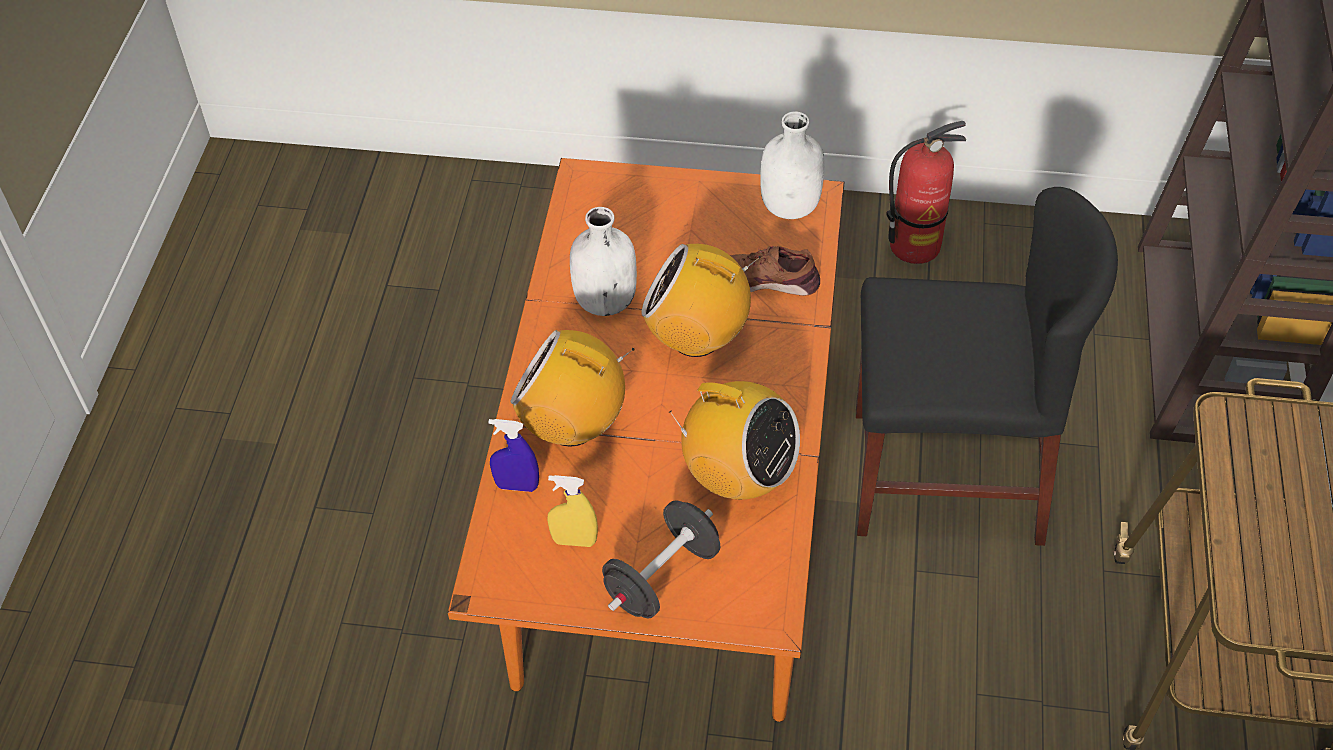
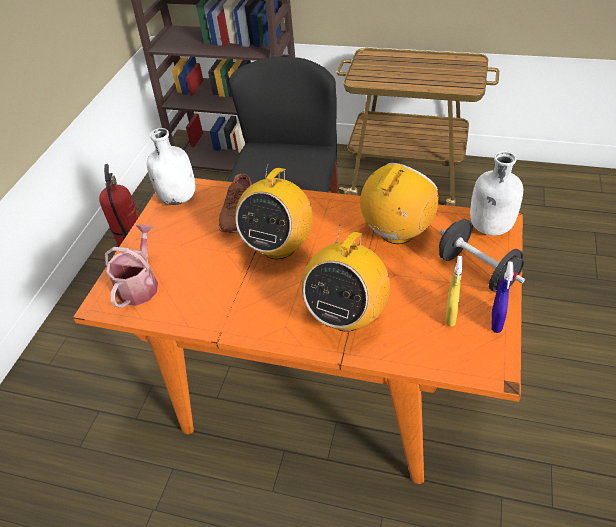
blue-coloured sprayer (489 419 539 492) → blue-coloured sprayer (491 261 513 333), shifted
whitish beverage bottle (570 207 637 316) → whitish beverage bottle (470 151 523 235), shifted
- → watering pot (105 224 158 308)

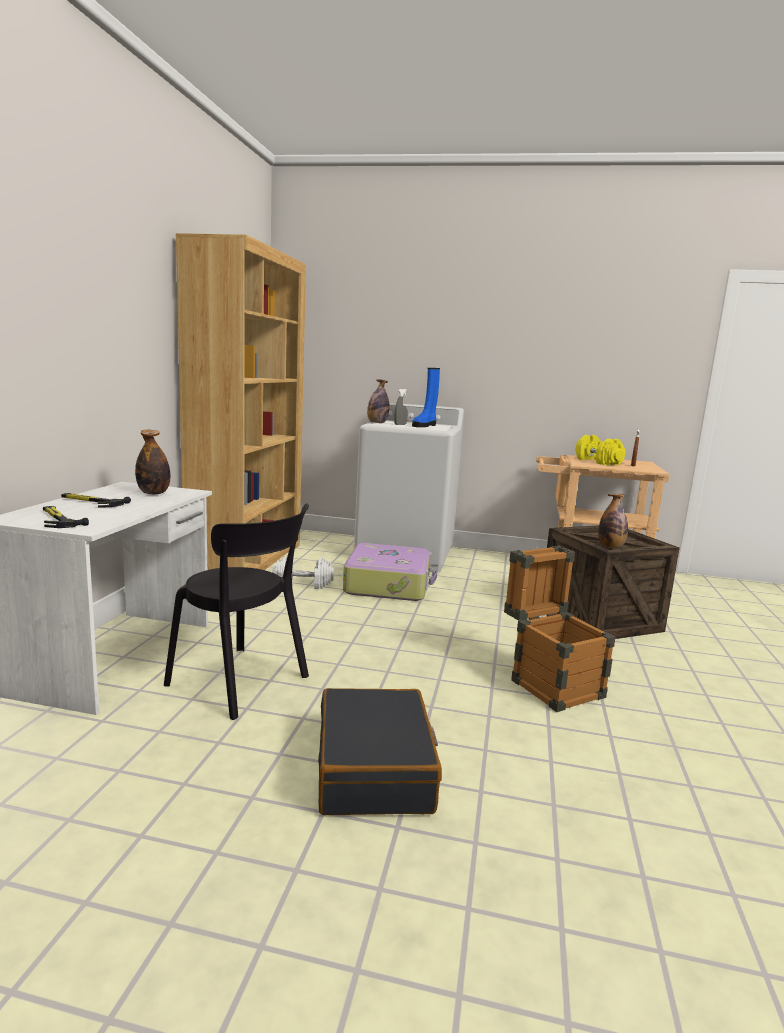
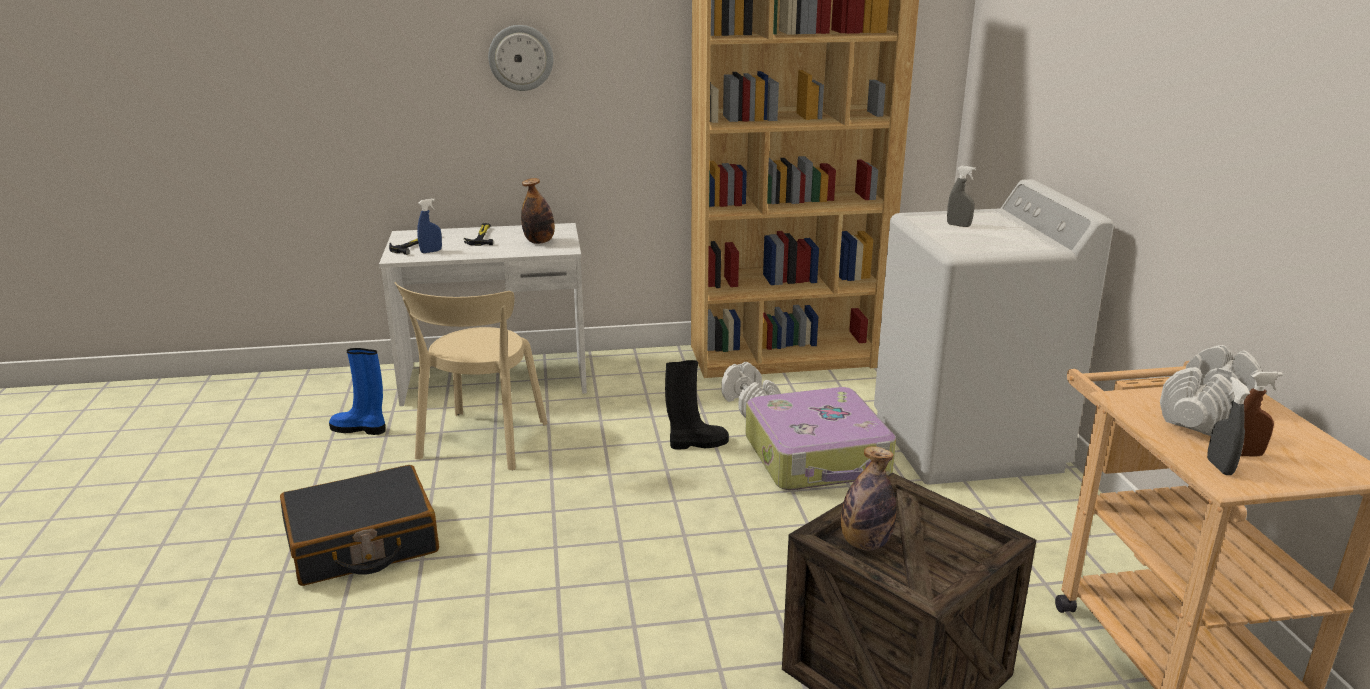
blackish upright chair (164 503 309 720) → sand-coloured upright chair (394 282 548 470)
beverage bottle (367 379 389 423) → -
blue-coloured tall boot (412 368 440 427) → blue-coloured tall boot (329 348 386 435), shifted
packing crate (504 546 616 712) → -
yellow free weight (576 435 625 465) → whitish free weight (1160 345 1262 436)
- → blue-coloured sprayer (417 199 442 253)
- → clock on the wall (488 25 553 91)
- → blackish tall boot (665 360 729 450)
- → gray sprayer (1207 377 1250 475)

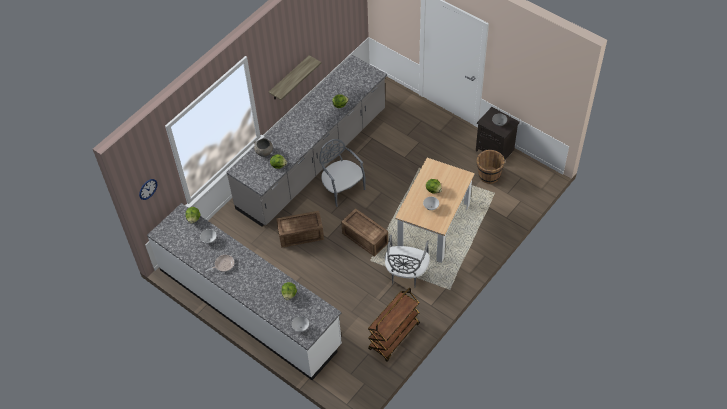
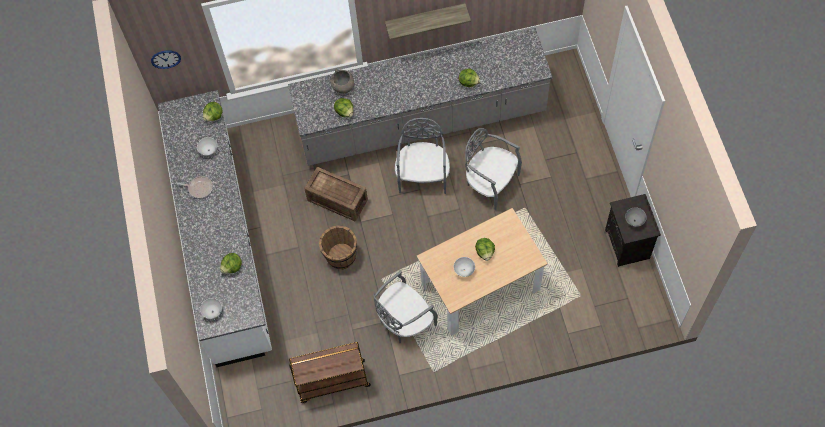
packing crate (341 208 388 257) → -
brown bucket (477 150 505 184) → brown bucket (319 225 357 270), shifted
- → gray upright chair (465 128 522 210)

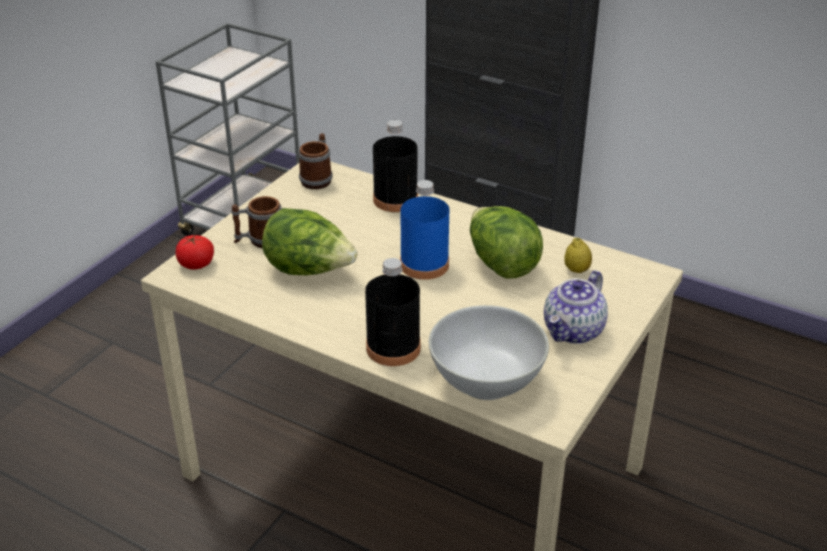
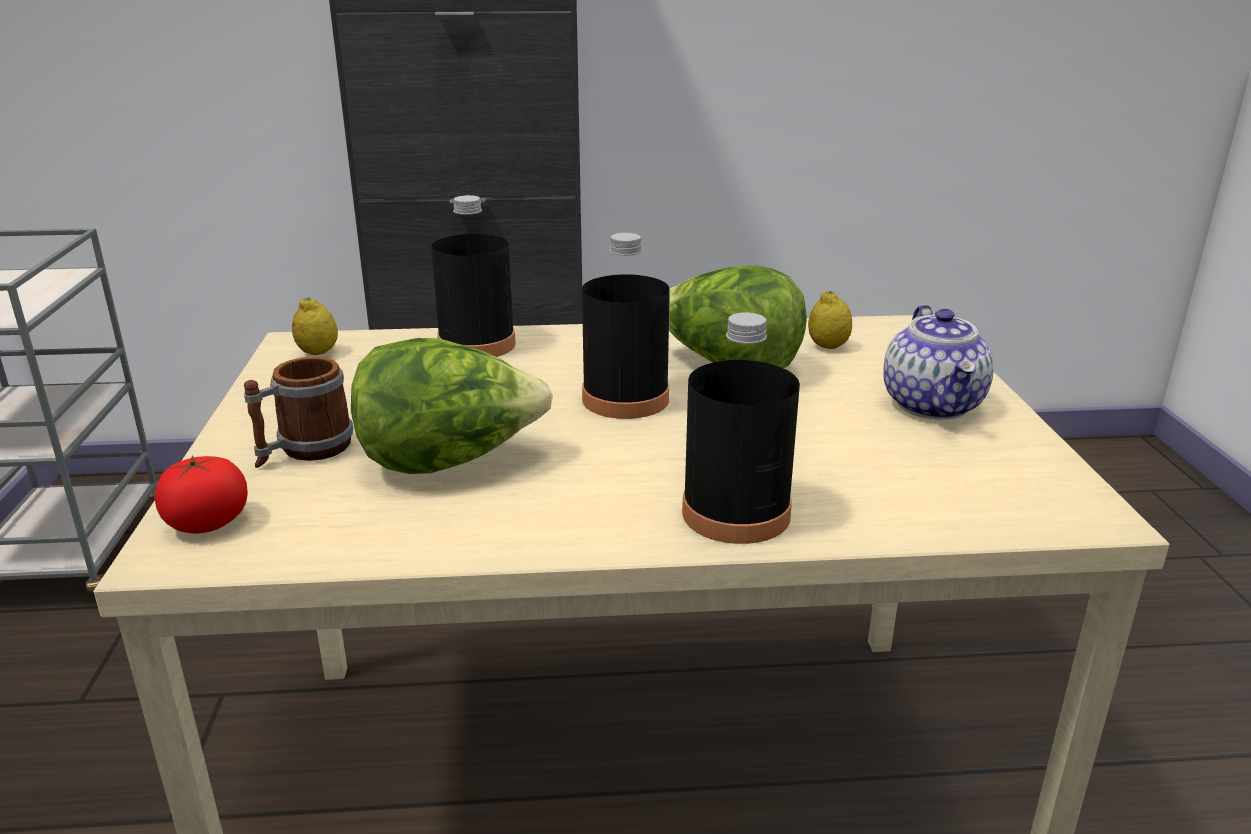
tea mug (298 133 333 189) → whole lemon (292 297 338 355)
blue-coloured beverage bottle (400 180 449 280) → blackish beverage bottle (582 233 670 419)
whitish bowl (429 305 549 400) → -

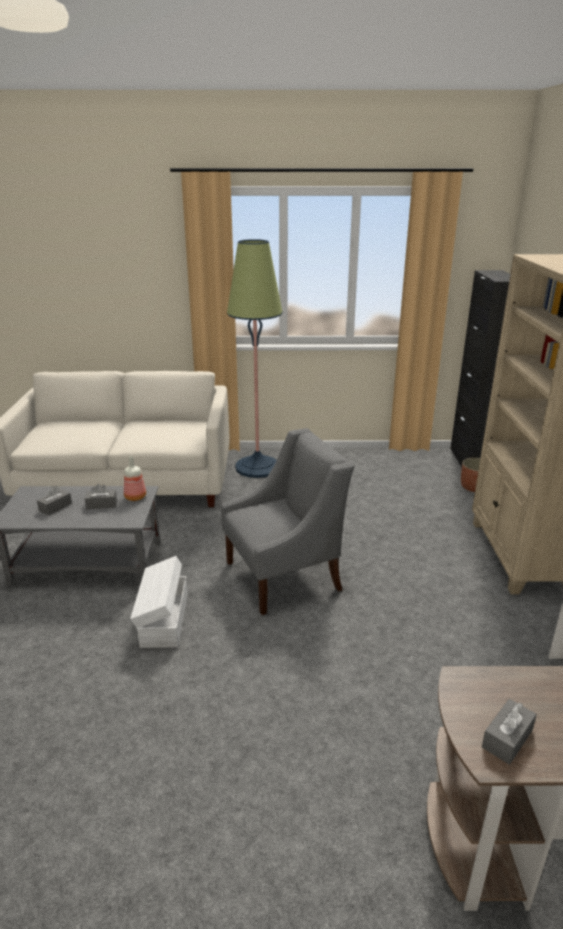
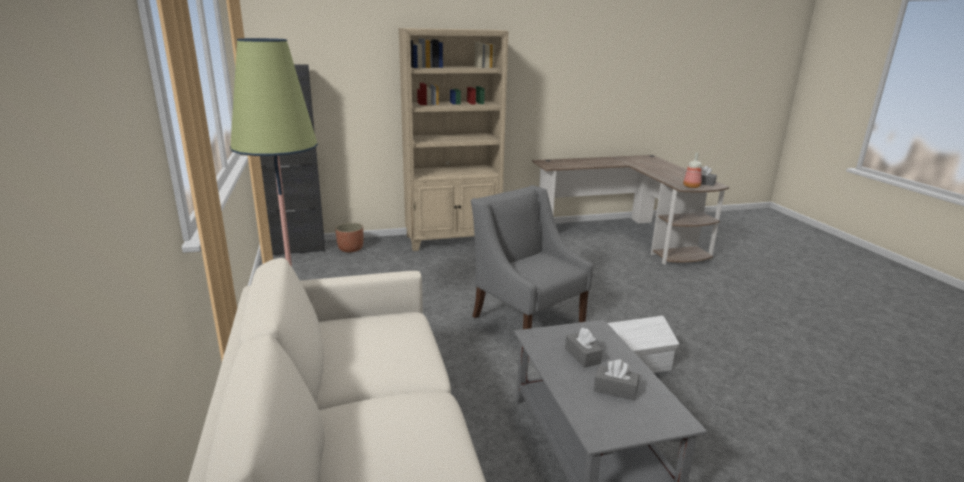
beverage bottle (124 456 146 501) → beverage bottle (683 152 702 188), shifted

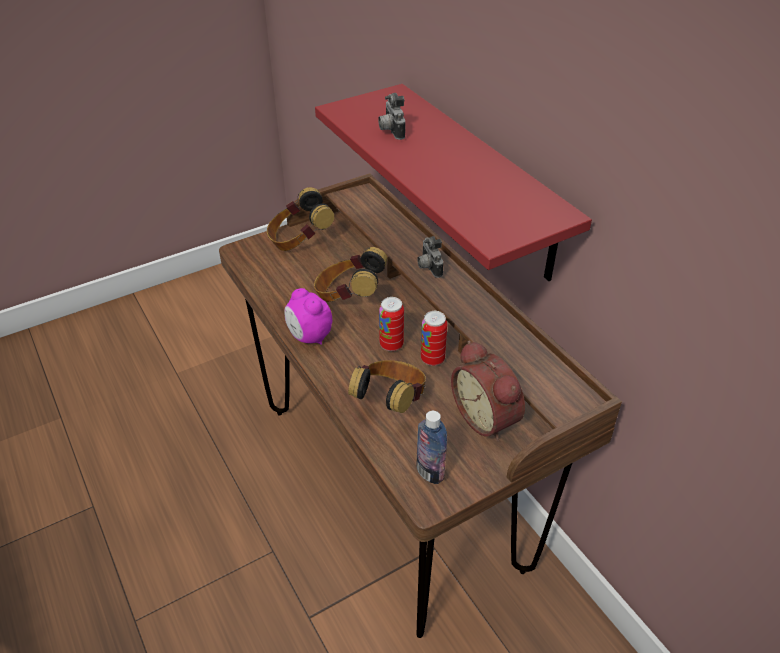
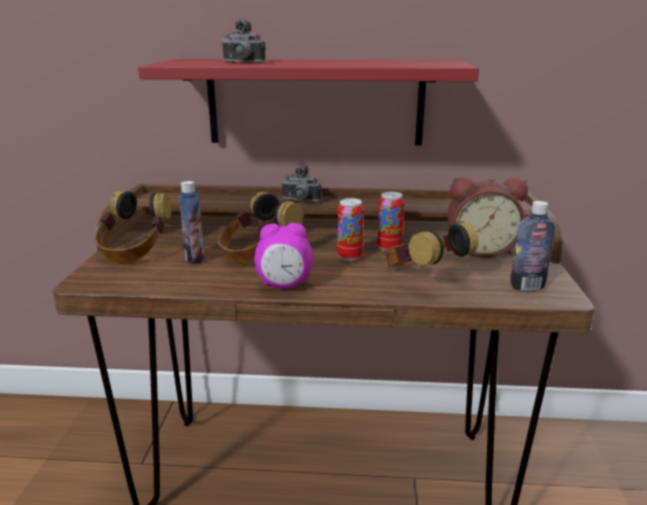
- → beverage bottle (179 181 205 264)

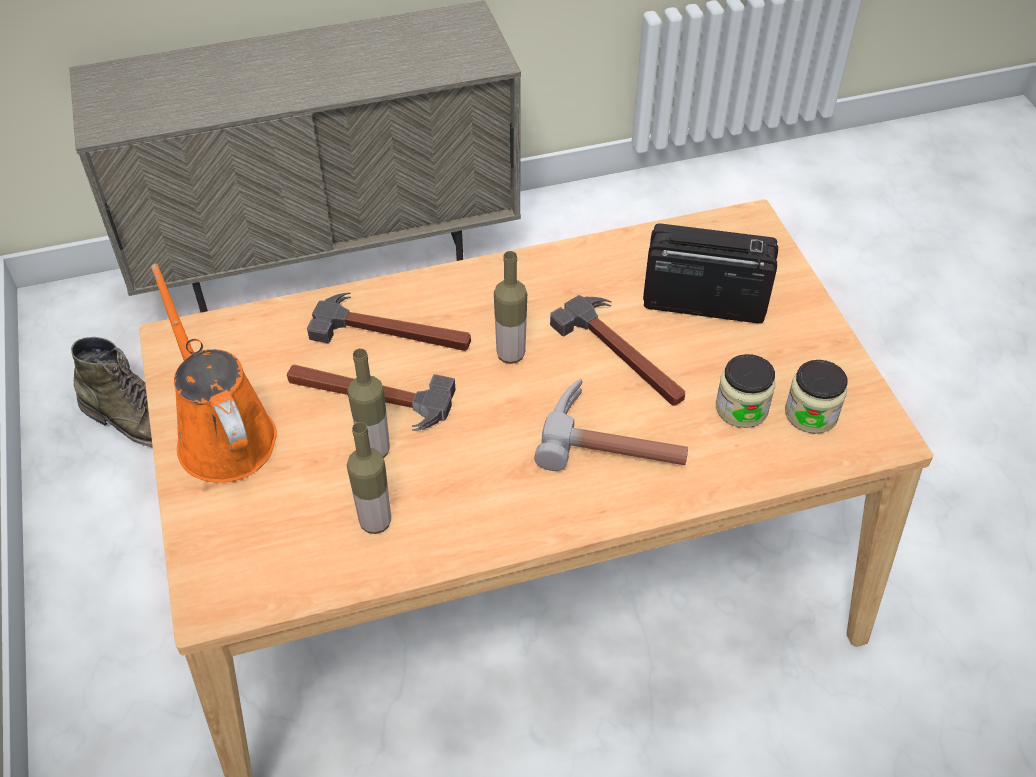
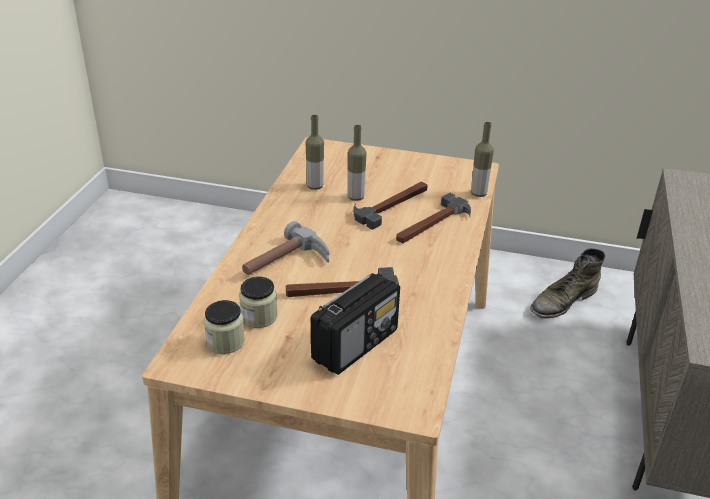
orange-coloured watering pot (151 263 277 483) → -
beverage bottle (494 251 527 364) → beverage bottle (471 122 494 197), shifted

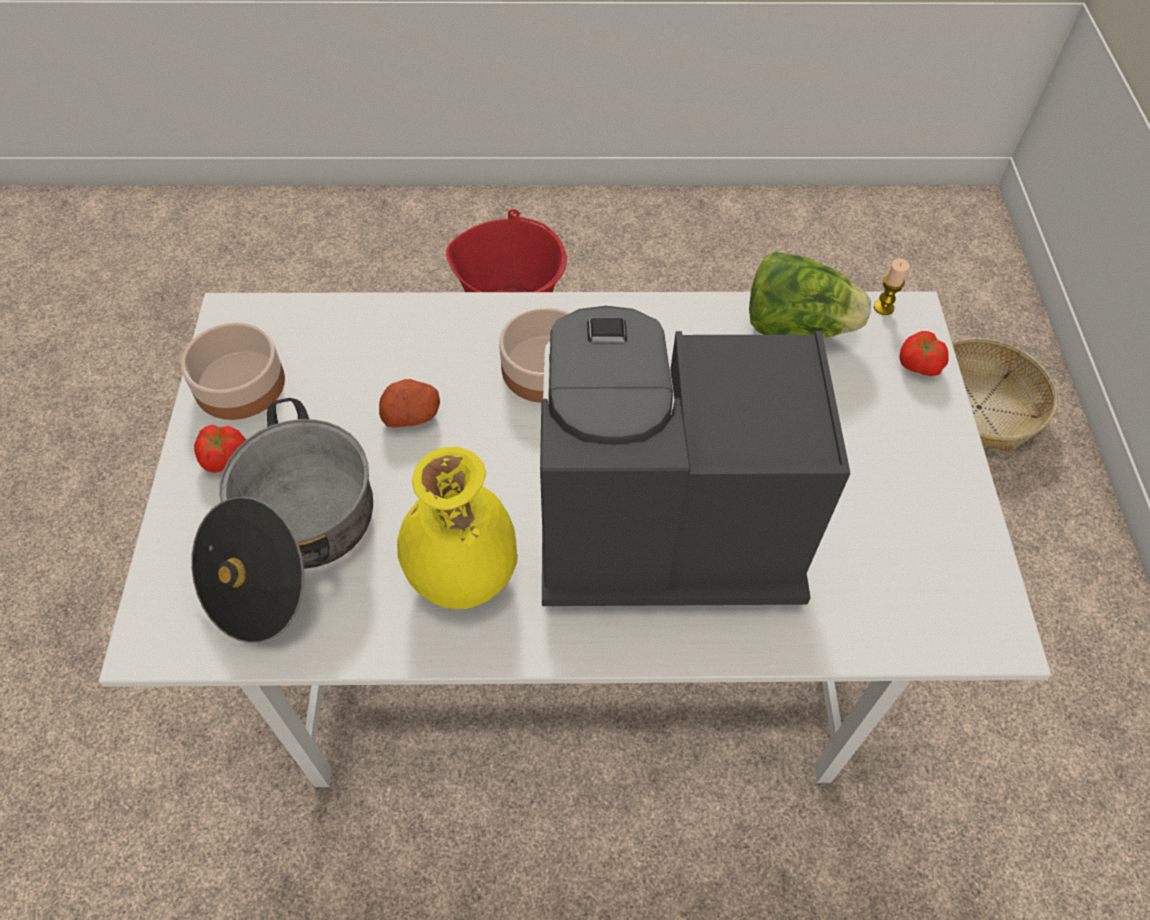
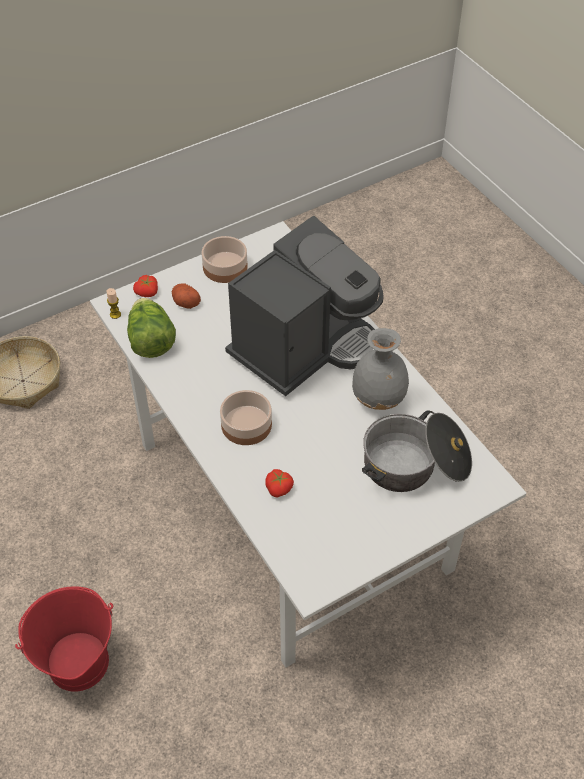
bowl (181 322 285 420) → bowl (201 236 248 283), shifted
fresh tomato (194 425 246 472) → fresh tomato (265 469 294 497), shifted
whole potato (379 379 440 428) → whole potato (172 283 201 309), shifted
yellow flower vase (397 447 518 609) → gray flower vase (352 328 409 410)
coffee maker (540 306 851 606) → coffee maker (225 216 384 396), 105 degrees counterclockwise

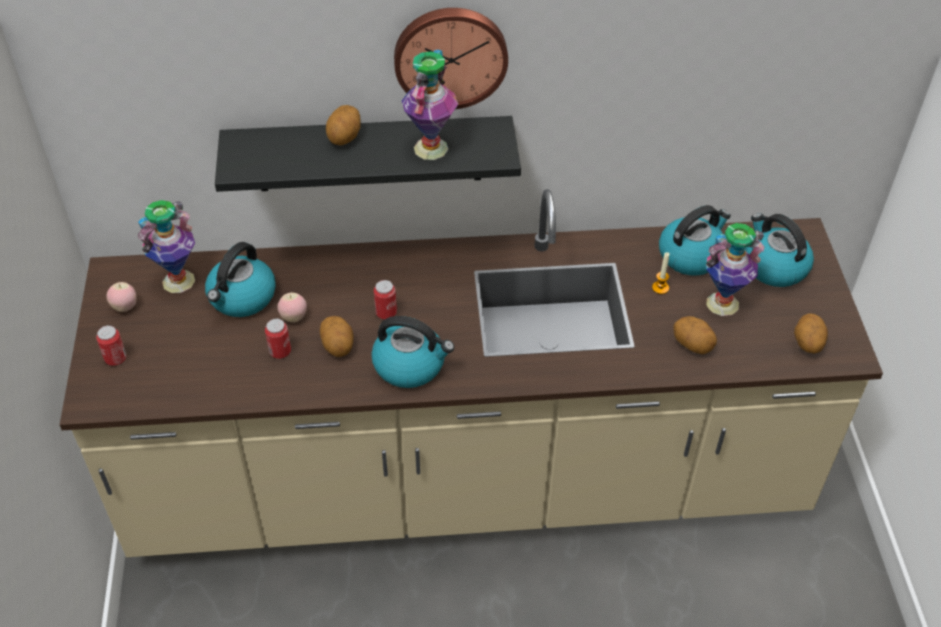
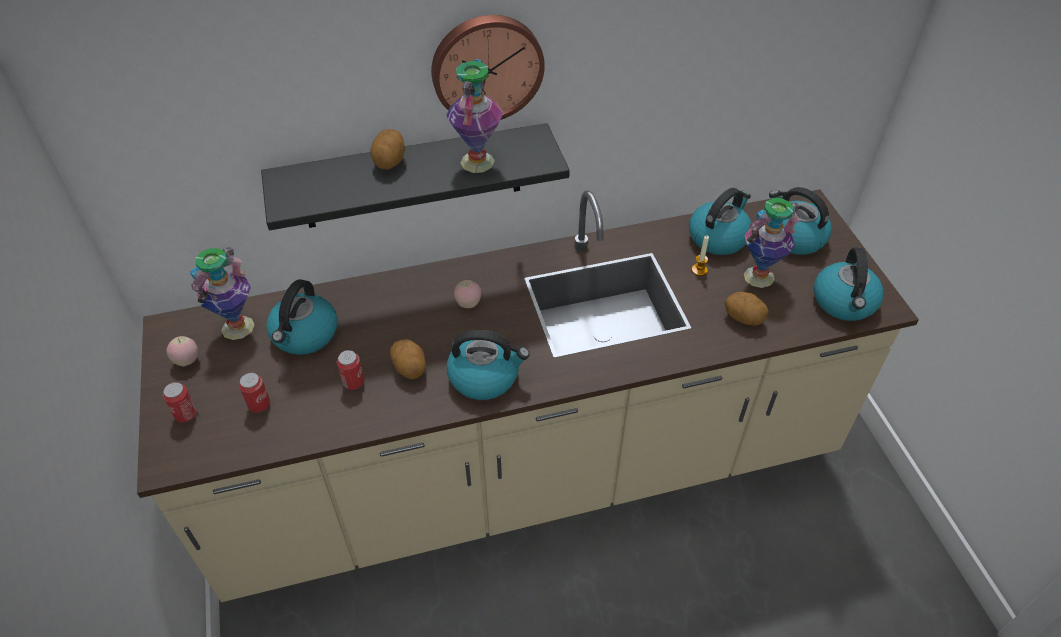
whole apple (277 293 307 322) → whole apple (454 280 481 308), shifted
metal can (374 280 397 319) → metal can (239 372 270 413), shifted
whole potato (794 313 828 354) → kettle (814 248 884 321)

